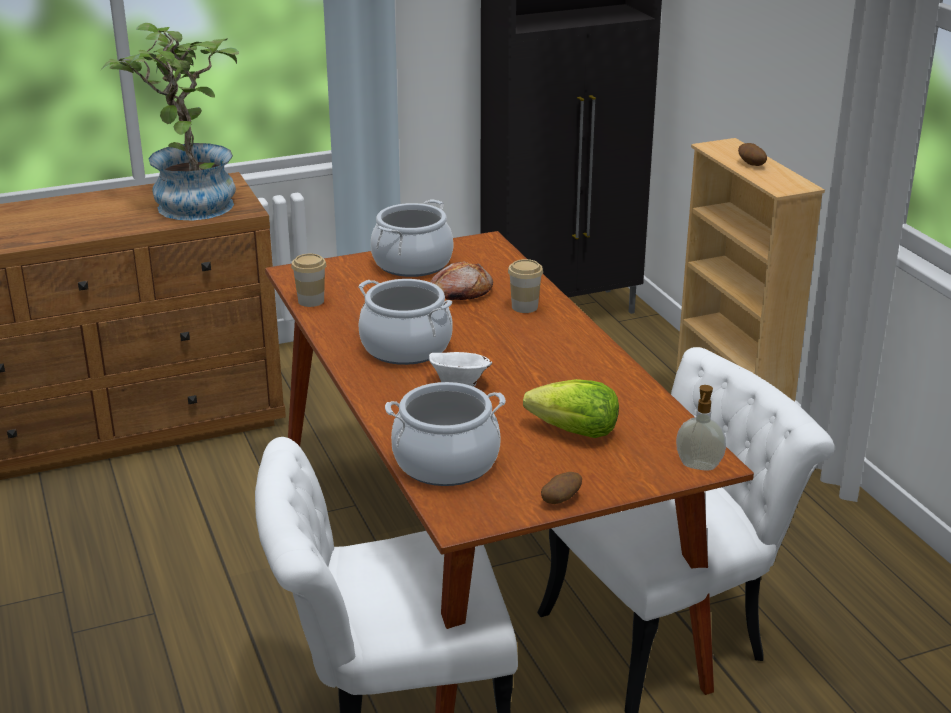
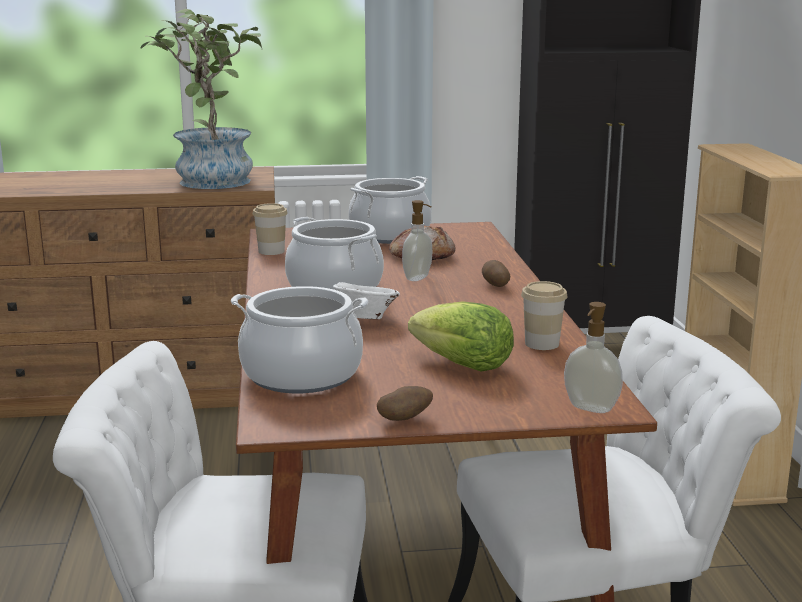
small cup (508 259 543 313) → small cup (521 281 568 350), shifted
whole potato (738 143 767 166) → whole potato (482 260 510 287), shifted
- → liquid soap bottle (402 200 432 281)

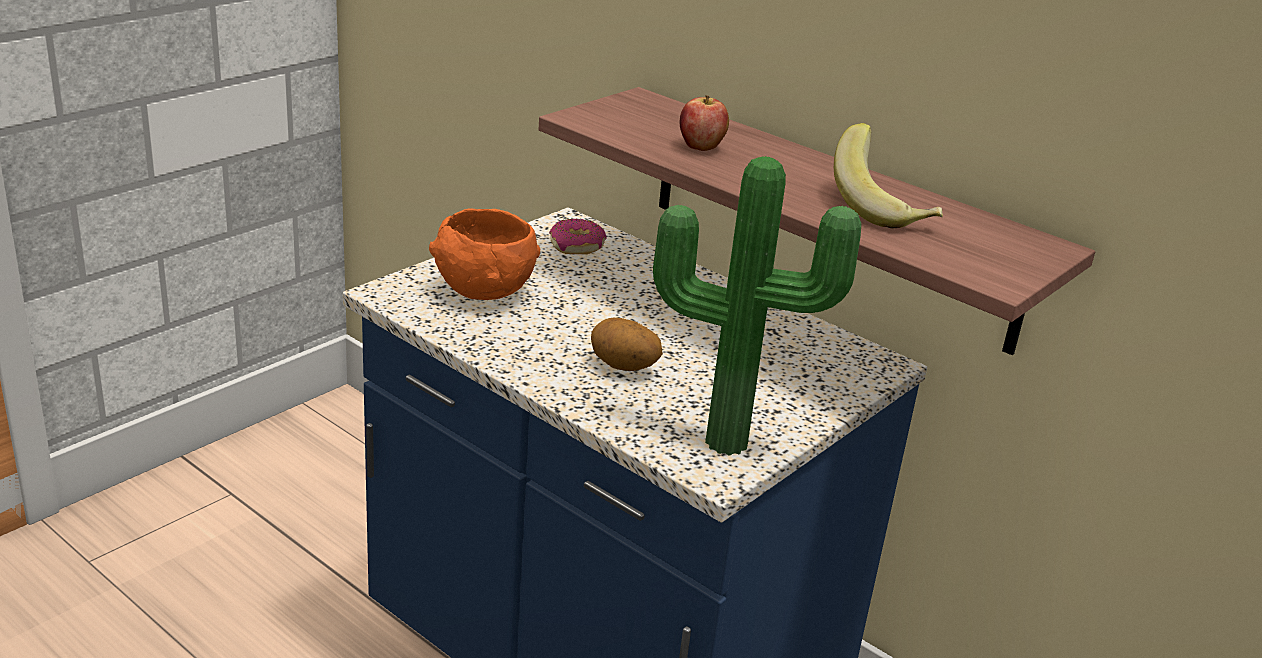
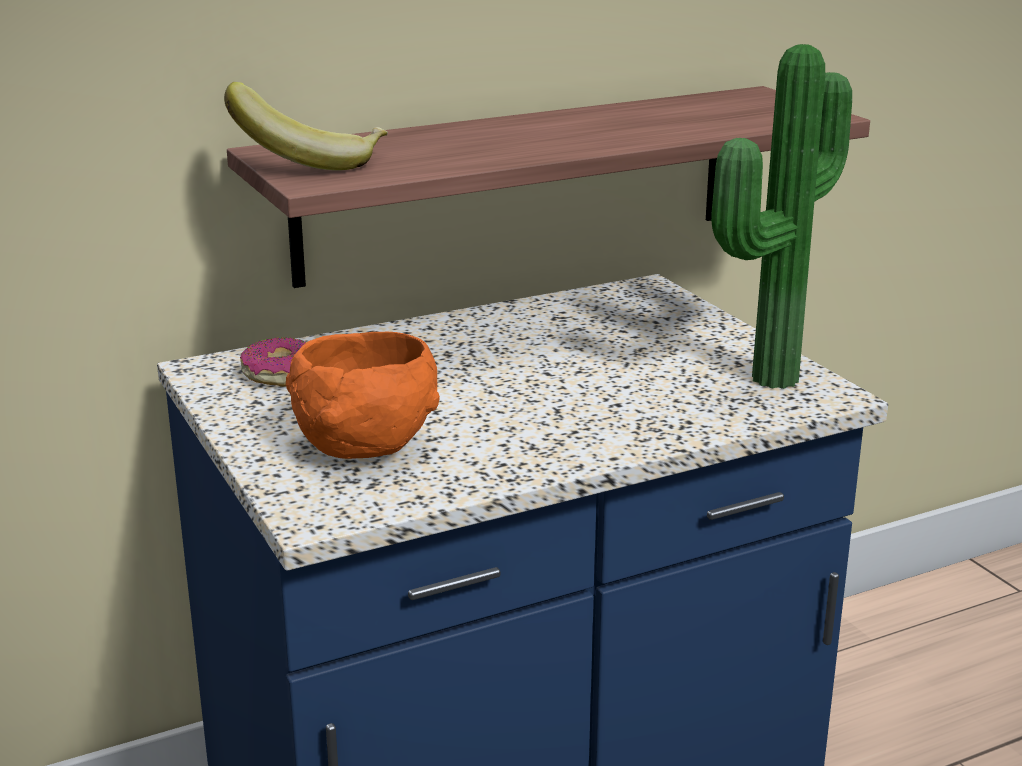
whole potato (591 318 663 371) → -
whole apple (680 95 729 151) → -
banana fruit (834 123 943 228) → banana fruit (224 82 388 171), shifted

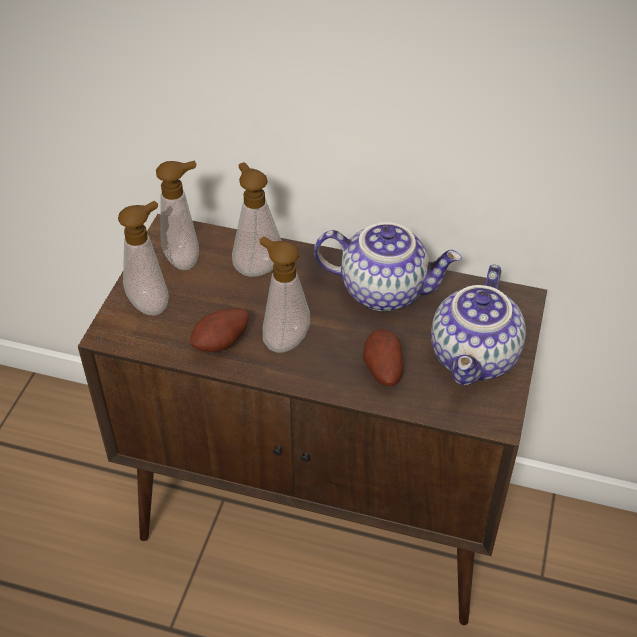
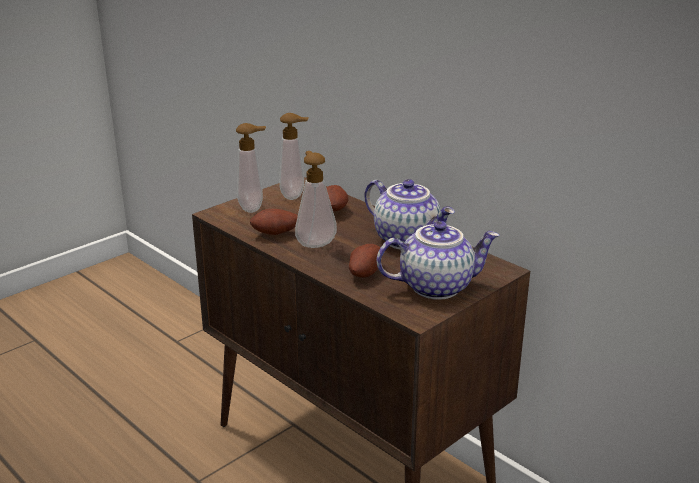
liquid soap bottle (232 162 282 277) → whole potato (326 185 349 212)
tea pot (431 264 526 385) → tea pot (377 221 500 300), 150 degrees counterclockwise

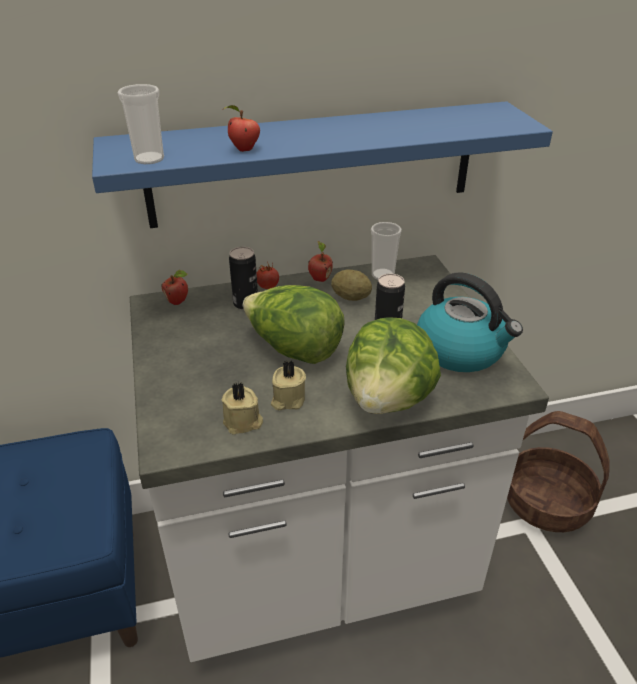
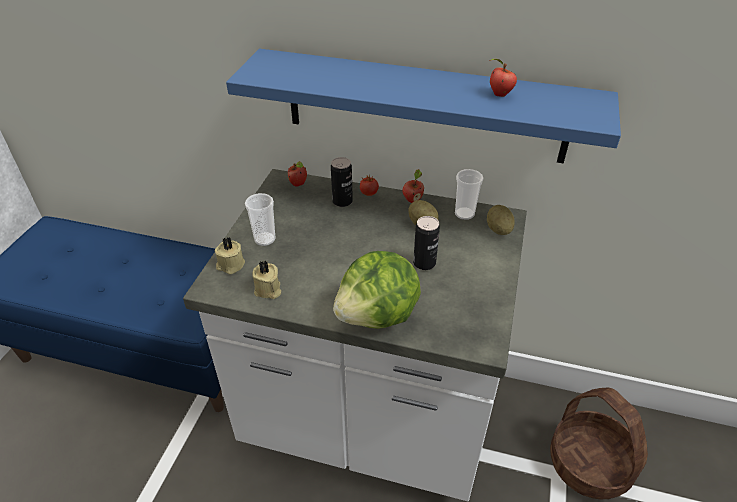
small cup (118 84 164 164) → small cup (245 193 275 246), shifted
whole apple (222 105 260 152) → whole apple (488 59 517 97), shifted
lettuce (243 285 345 364) → -
sand-coloured wax light (271 360 306 411) → sand-coloured wax light (215 237 245 274), shifted
kettle (417 272 523 372) → -
- → whole potato (487 205 515 235)

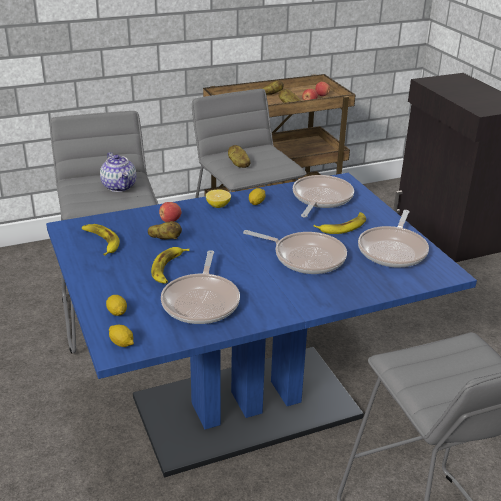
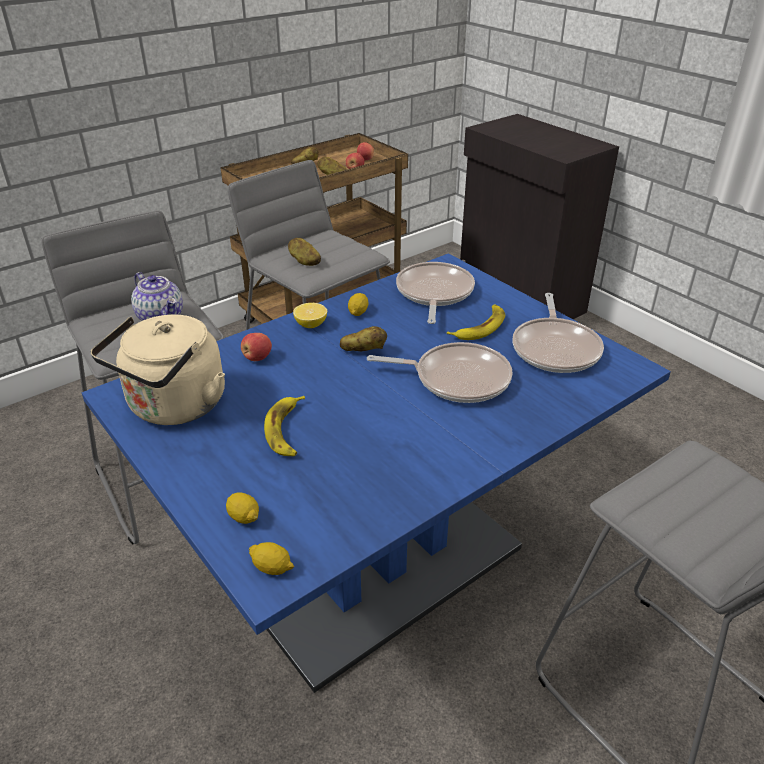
banana fruit (82 224 120 256) → sand-coloured kettle (91 315 225 425)
whole potato (148 221 182 239) → whole potato (340 326 387 351), shifted
skillet (161 250 240 324) → -

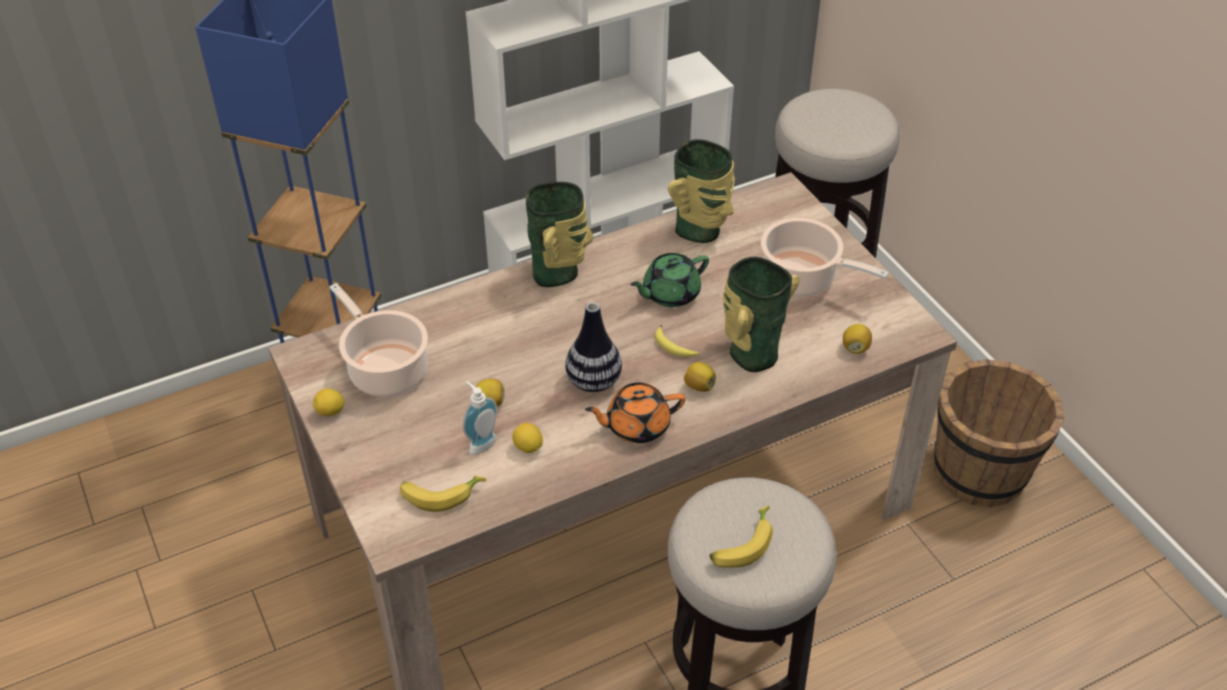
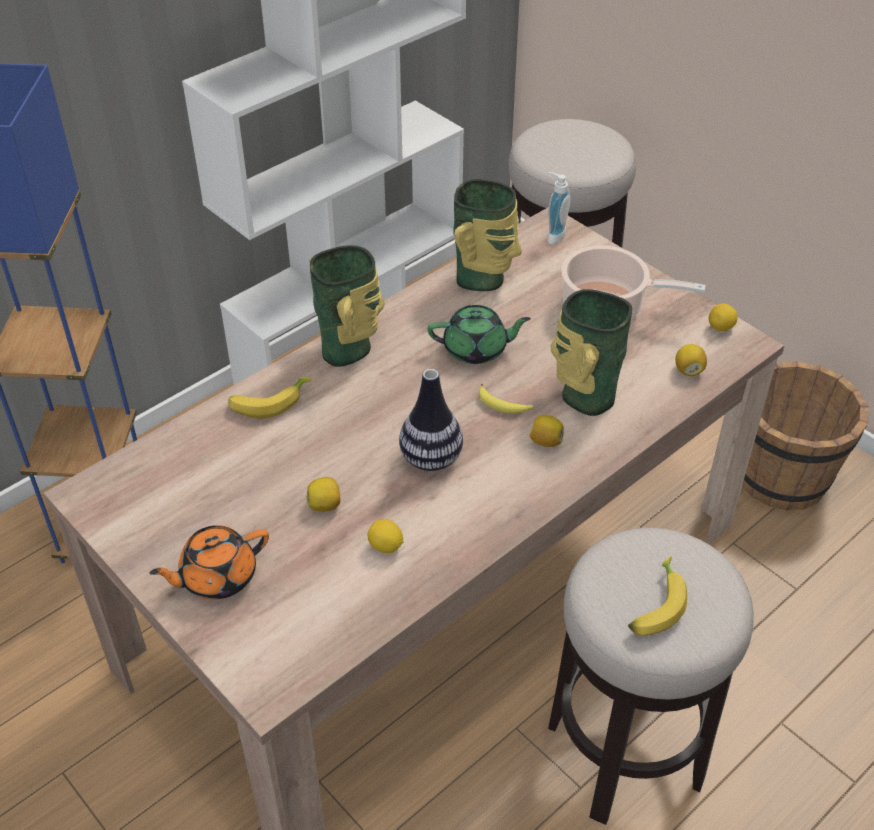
whole lemon (313 388 344 416) → whole lemon (709 304 738 331), shifted
stockpot (329 283 428 397) → -
banana fruit (400 476 486 512) → banana fruit (228 377 312 419), shifted
liquid soap bottle (463 381 498 455) → liquid soap bottle (547 172 570 244), shifted
orange-coloured tea pot (585 383 685 443) → orange-coloured tea pot (150 525 269 600), shifted
green tea pot (630 253 709 307) → green tea pot (428 305 531 364), 135 degrees counterclockwise

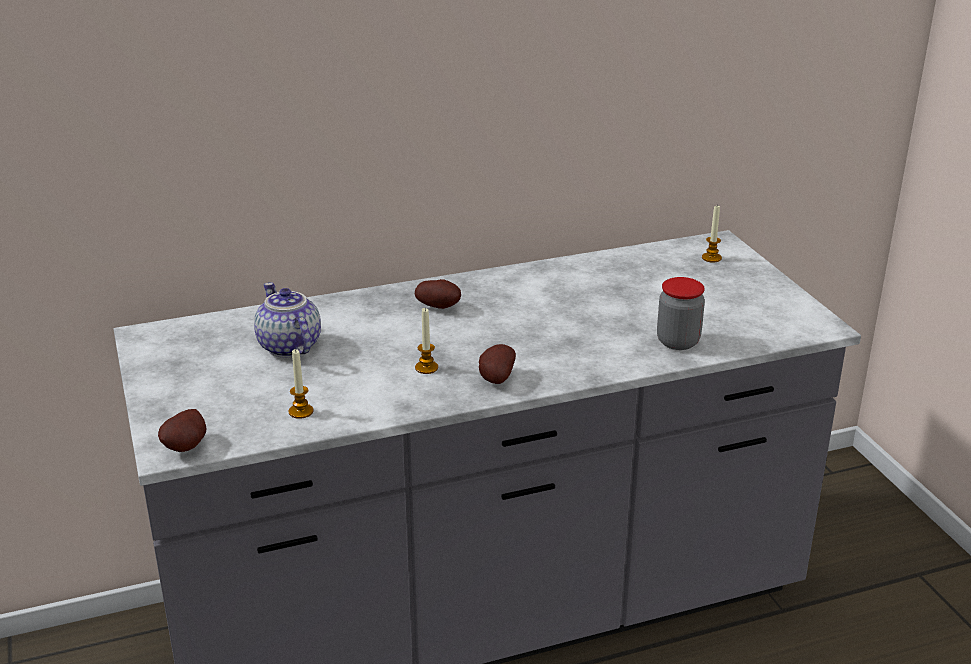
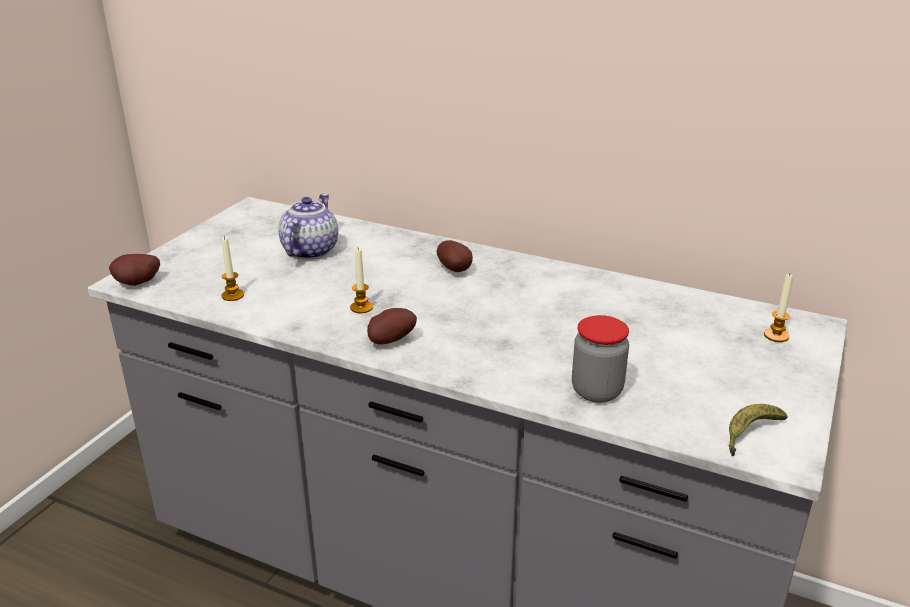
- → banana fruit (729 404 788 456)

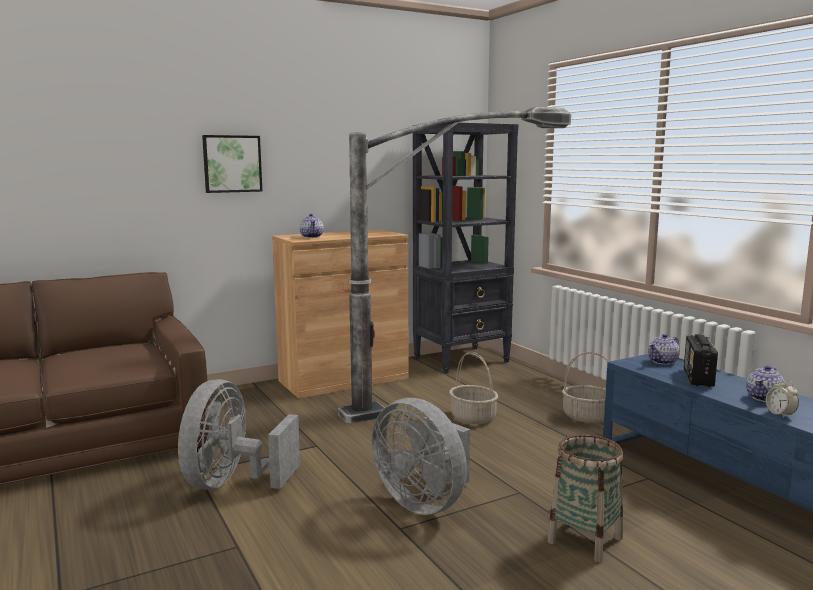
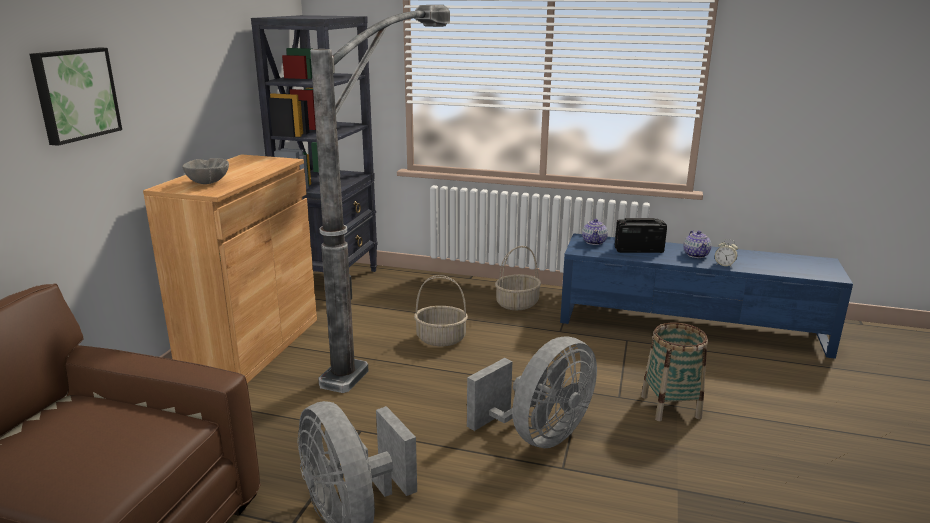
tea pot (299 214 324 238) → gray bowl (182 158 229 184)
gray electric fan (372 398 470 515) → gray electric fan (467 336 597 448), 45 degrees counterclockwise
radio receiver (684 334 718 387) → radio receiver (615 218 667 253), 120 degrees clockwise

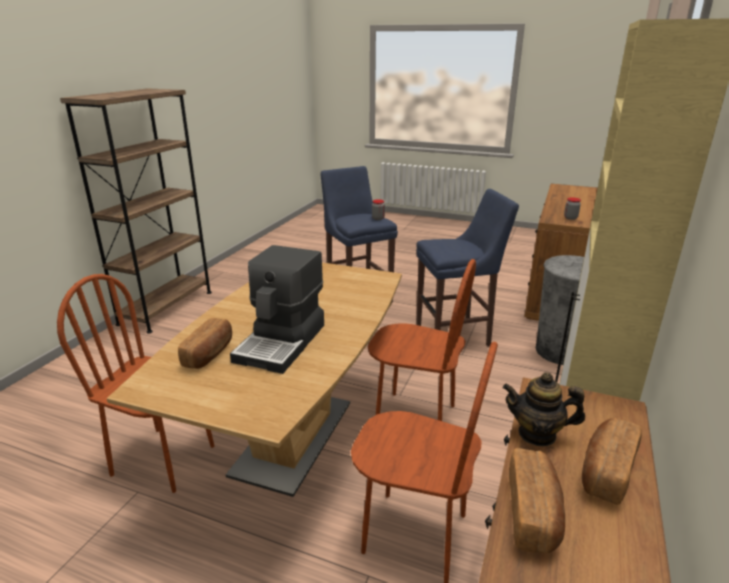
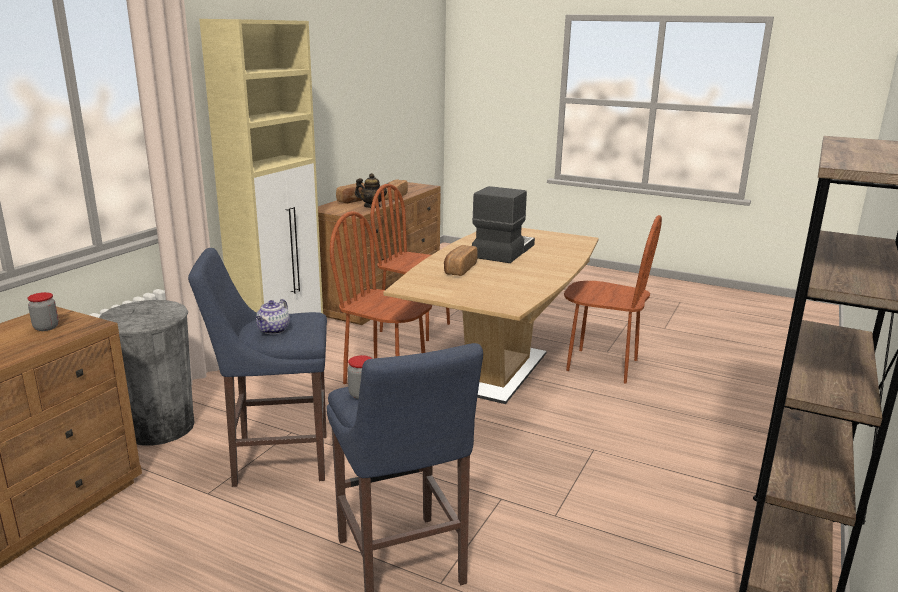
baked bread (178 318 232 369) → baked bread (444 245 478 276), shifted
- → tea pot (256 299 290 334)

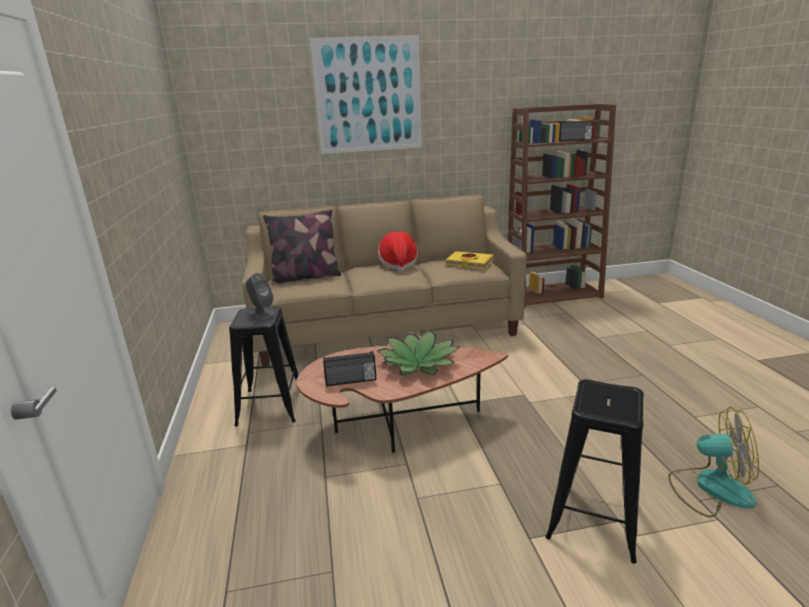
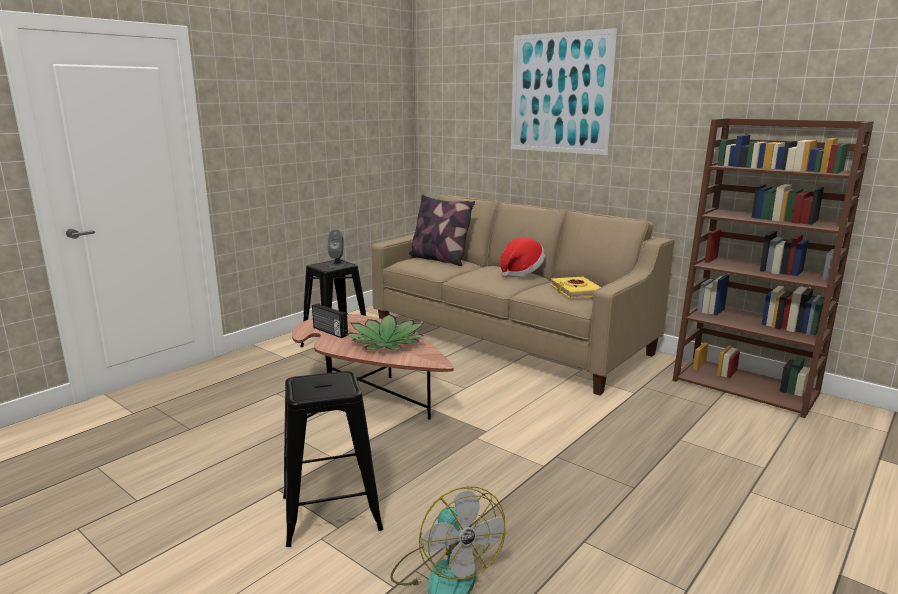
radio receiver (559 120 594 142) → -

